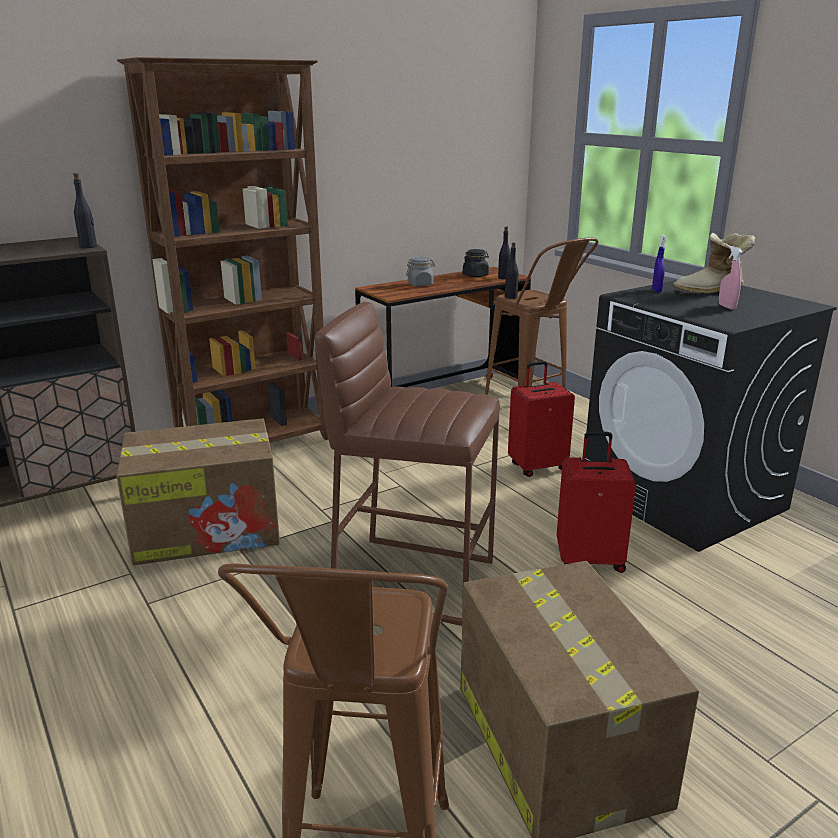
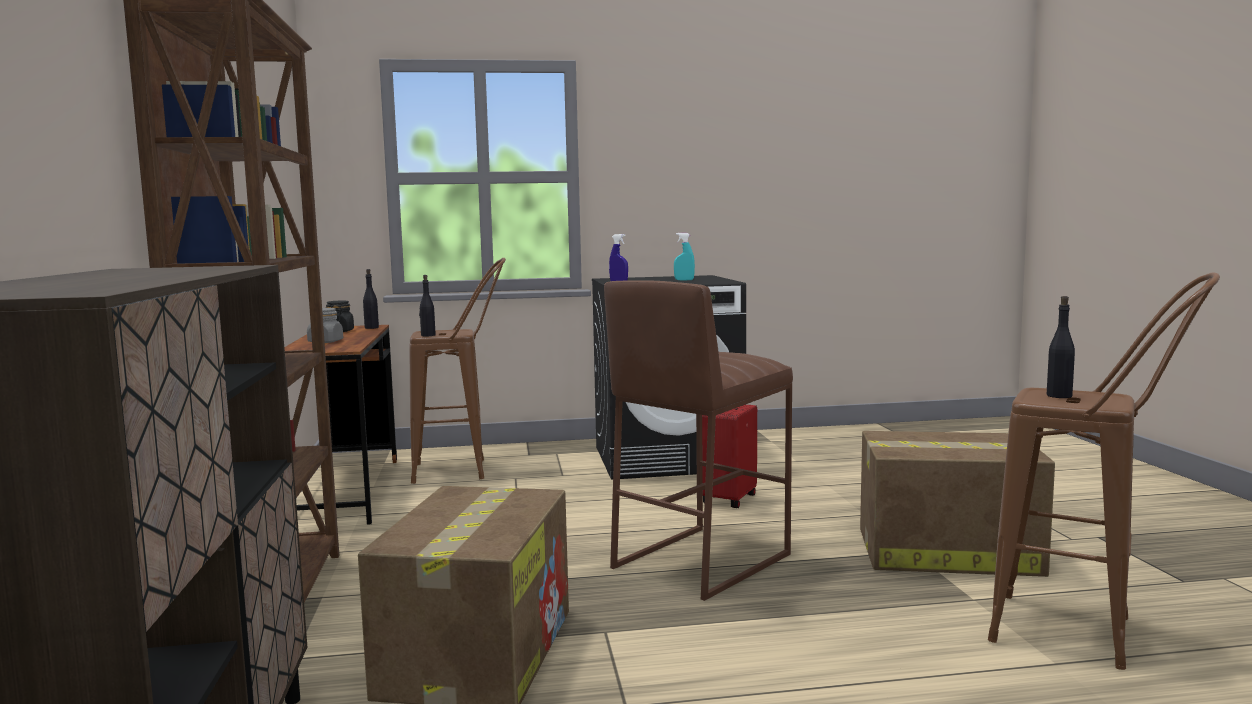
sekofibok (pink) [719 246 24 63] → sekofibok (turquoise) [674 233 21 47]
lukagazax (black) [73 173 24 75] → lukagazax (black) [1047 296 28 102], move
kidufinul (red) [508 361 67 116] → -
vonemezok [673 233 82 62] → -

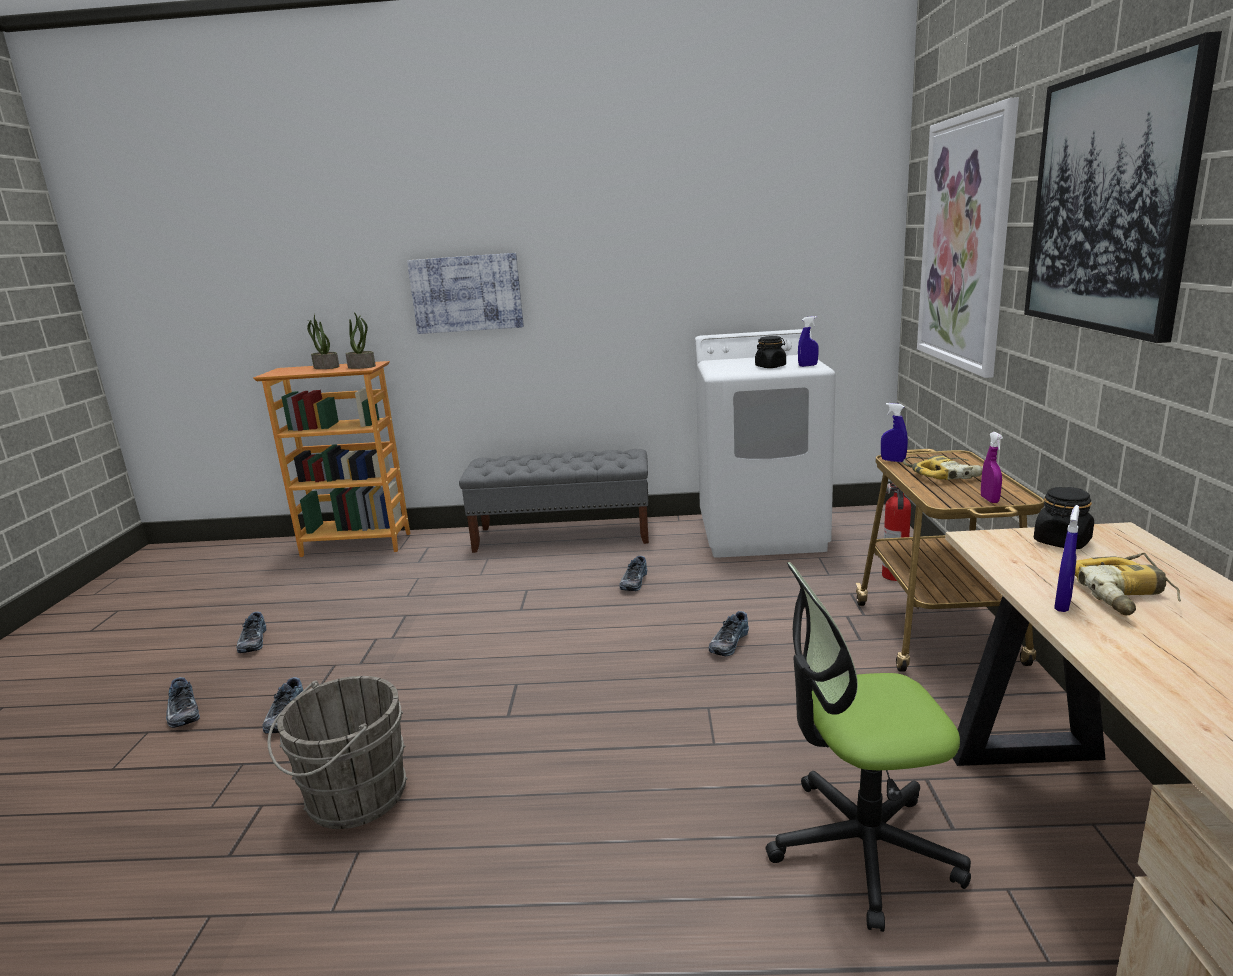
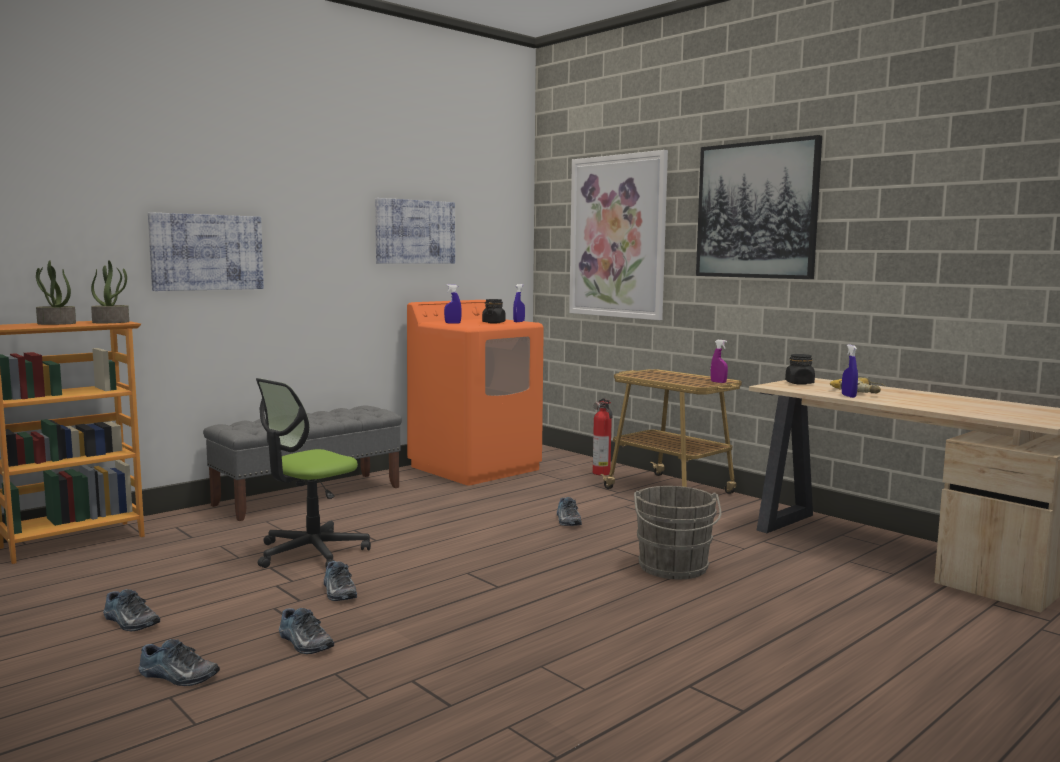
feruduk [765 562 206 370] → feruduk [256 378 115 190], move
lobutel [619 556 28 35] → lobutel [324 561 33 40], move
- → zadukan [375 198 80 66]
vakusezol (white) [695 329 141 229] → vakusezol (orange) [407 300 137 185]
sekofibok (blue) [881 403 27 59] → sekofibok (blue) [444 284 18 40], move
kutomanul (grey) [267 676 141 153] → kutomanul (grey) [634 486 88 93], move
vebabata [903 455 80 25] → -

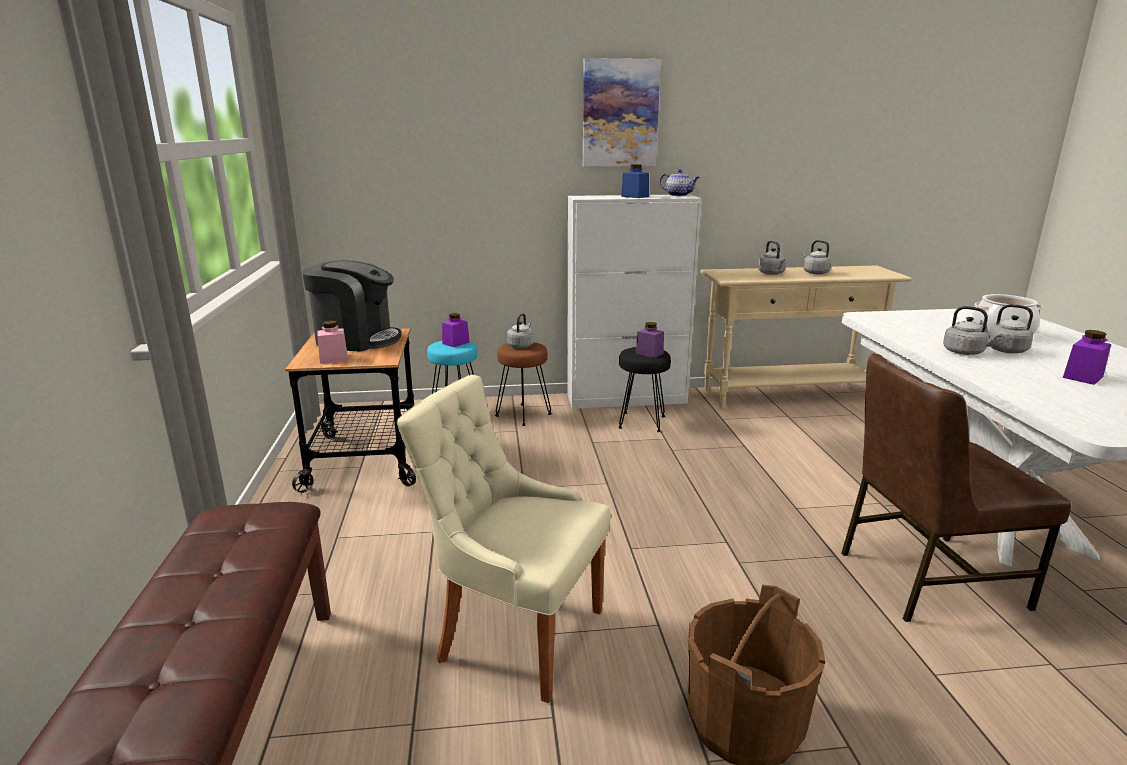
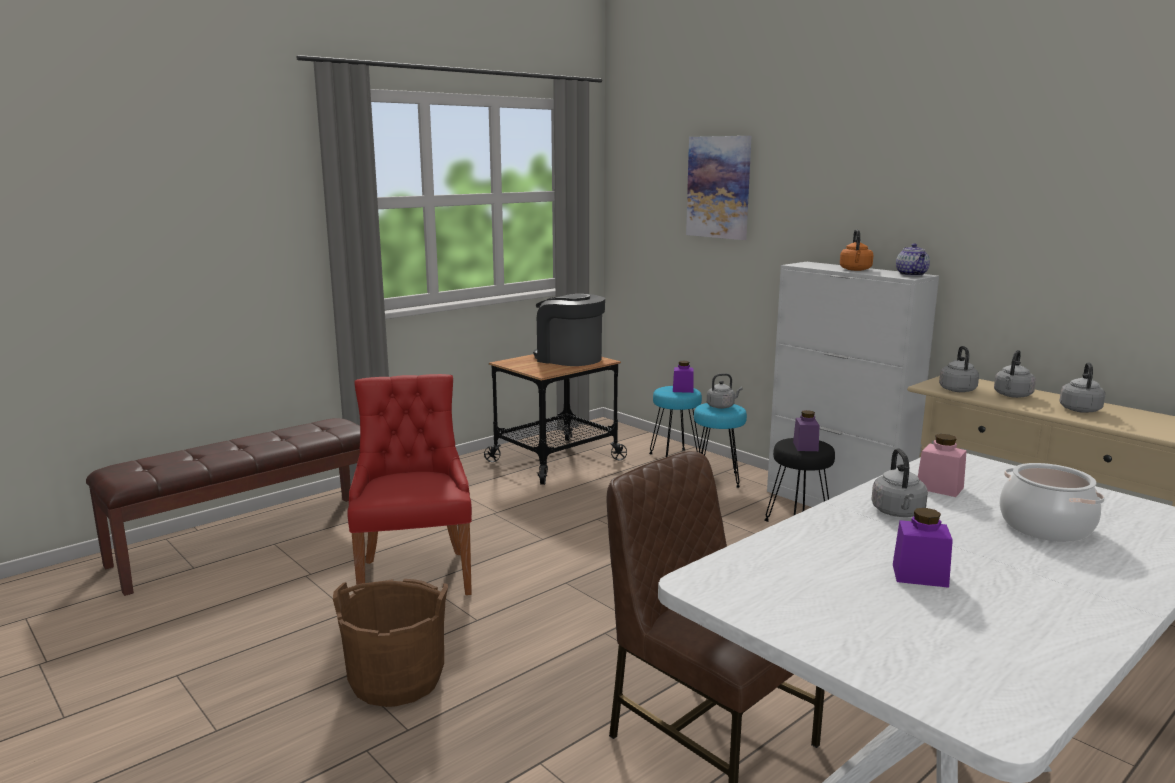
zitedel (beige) [397 375 214 328] → zitedel (red) [347 374 125 221]
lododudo [302 260 99 92] → lododudo [533 294 72 72], 150 degrees clockwise
zadukan [583 58 78 108] → zadukan [686 136 65 104], move
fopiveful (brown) [495 342 57 84] → fopiveful (turquoise) [694 403 53 85]
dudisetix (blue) [621 164 28 34] → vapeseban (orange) [840 229 33 42]
dudisetix (pink) [317 321 31 43] → dudisetix (pink) [918 434 49 63], move
vapeseban (grey) [980 304 53 49] → vapeseban (grey) [939 346 40 46], move

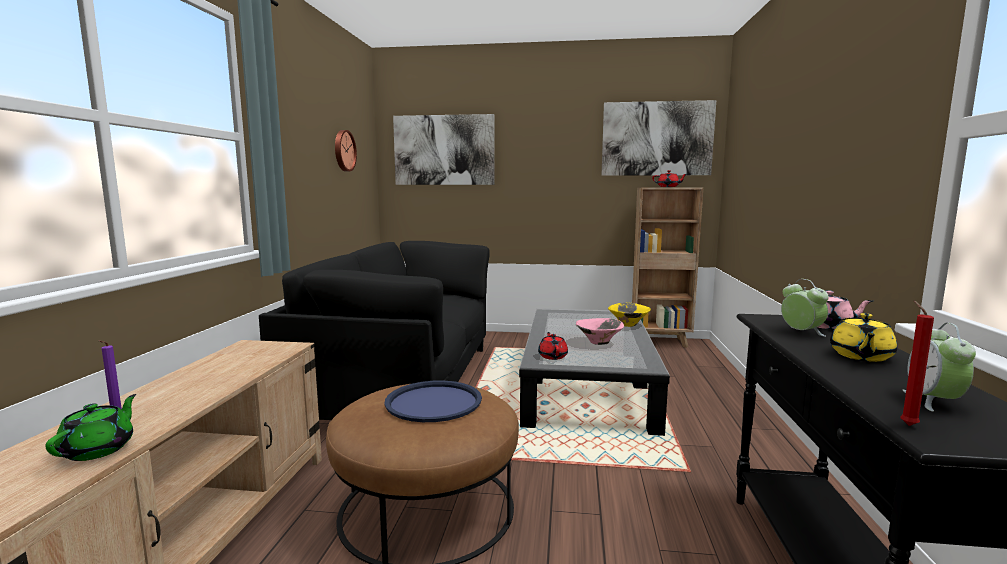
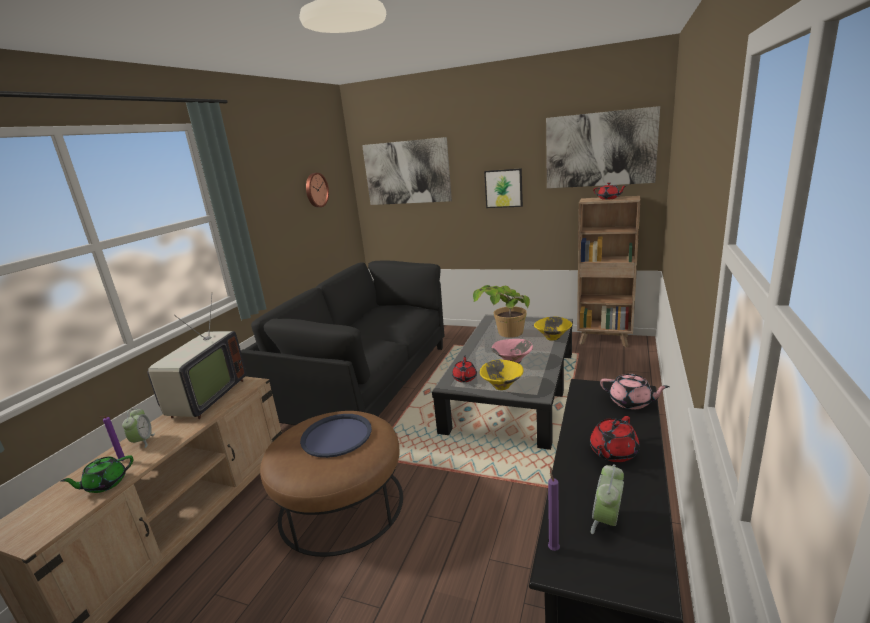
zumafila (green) [45 394 91 67] → zumafila (green) [60 455 73 38], 150 degrees counterclockwise
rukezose [781 279 48 58] → rukezose [122 408 33 40], move
- → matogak [148 296 98 123]
- → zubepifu [473 285 57 53]
- → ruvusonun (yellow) [480 360 43 30]
- → zadukan [484 168 39 40]
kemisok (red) [901 300 33 126] → kemisok (purple) [548 466 12 85]
zumafila (yellow) [830 313 67 49] → zumafila (red) [590 416 50 46]

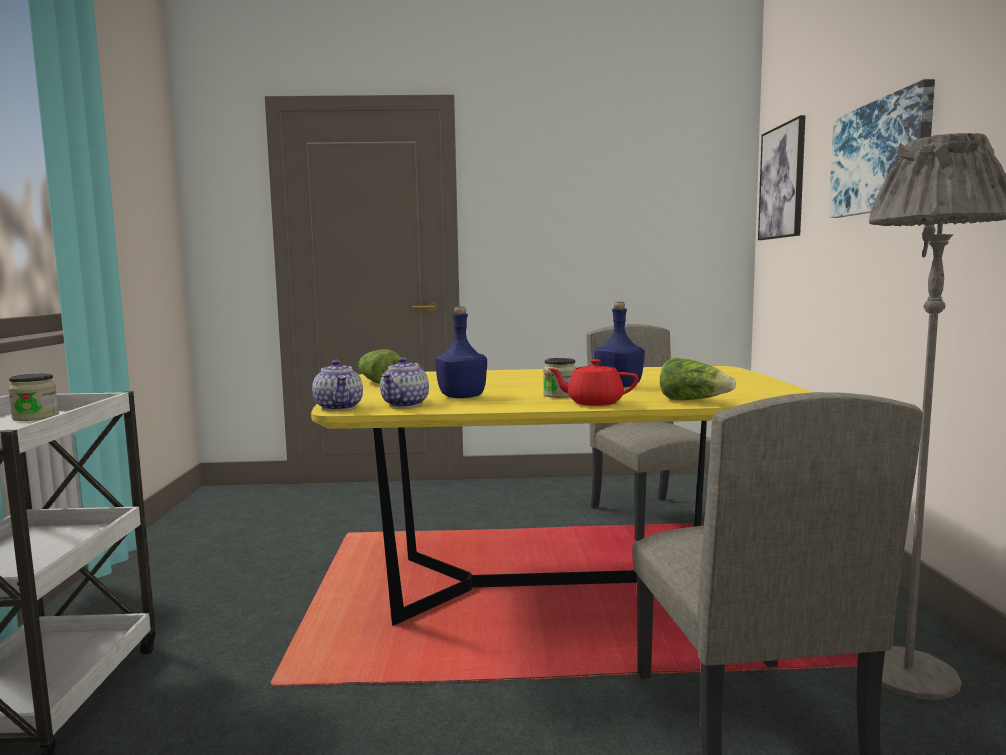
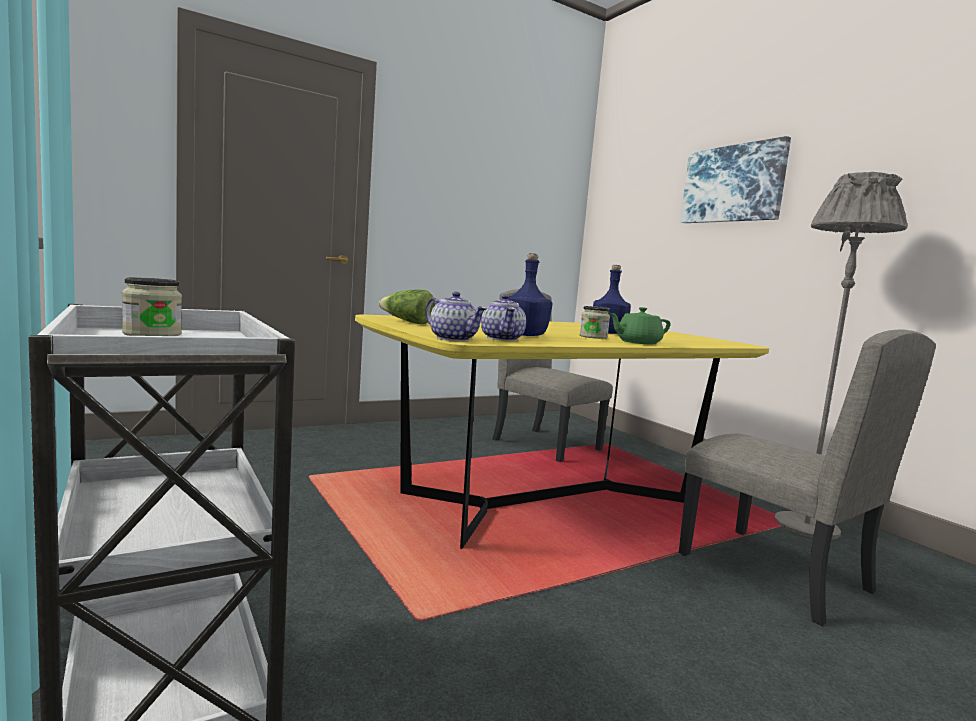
zumafila (red) [548 359 90 47] → zumafila (green) [609 307 62 38]
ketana [660 358 76 42] → -
zadukan [758 115 47 125] → -

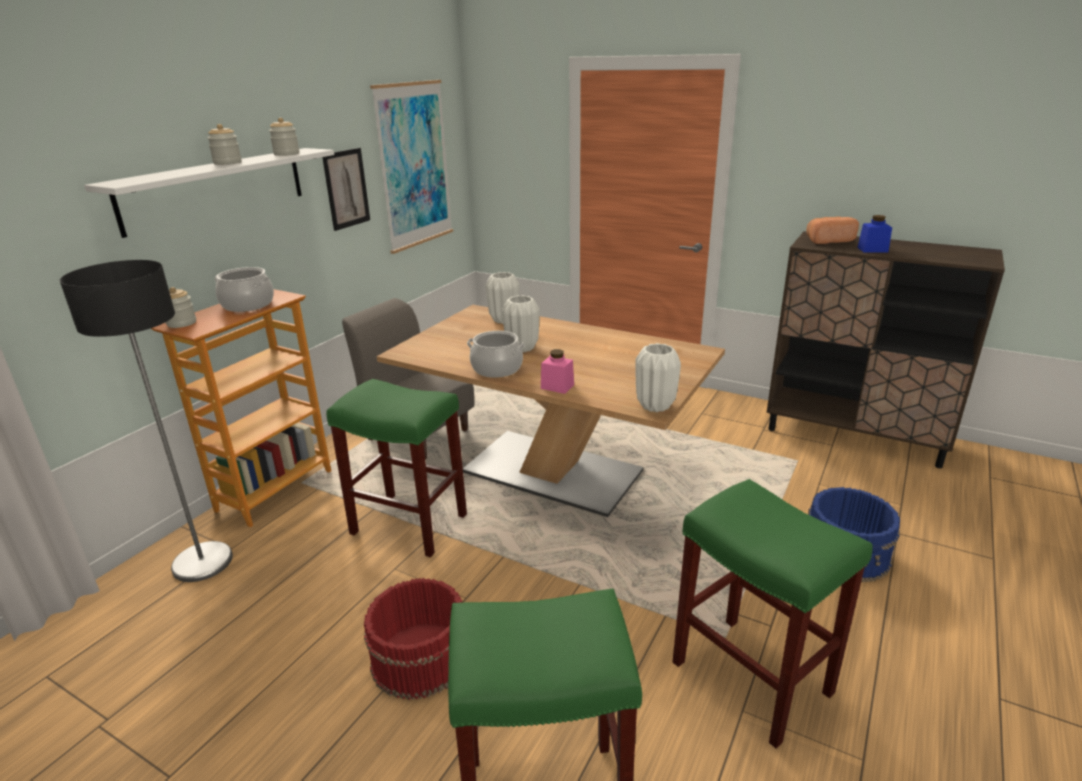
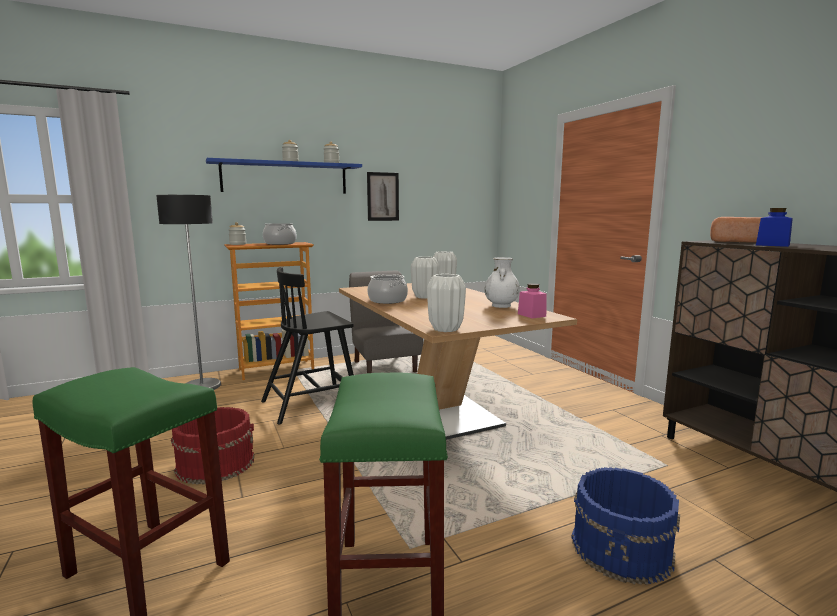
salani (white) [84 148 250 90] → salani (blue) [206 158 156 36]
fopiveful (green) [327 379 140 178] → zitedel (black) [261 267 93 158]
- → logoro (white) [485 257 35 51]
dudisetix (pink) [541 349 33 45] → dudisetix (pink) [518 283 28 36], move
zadukan [370 80 83 174] → -

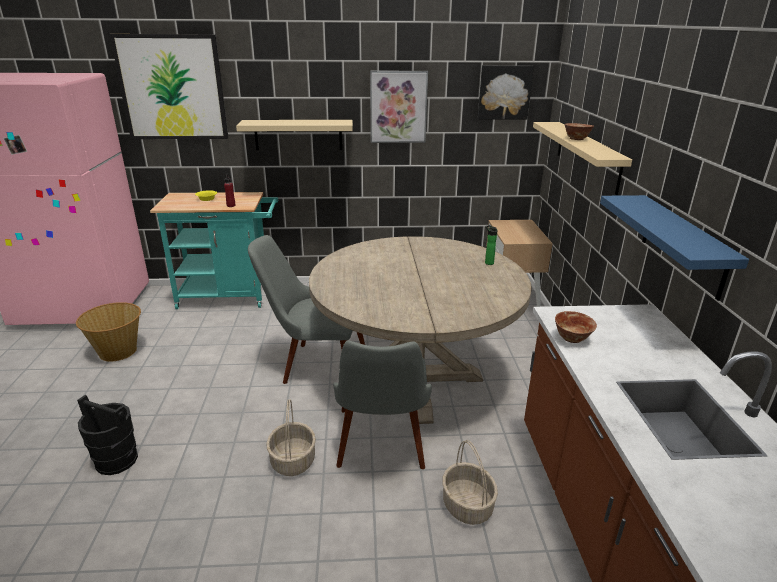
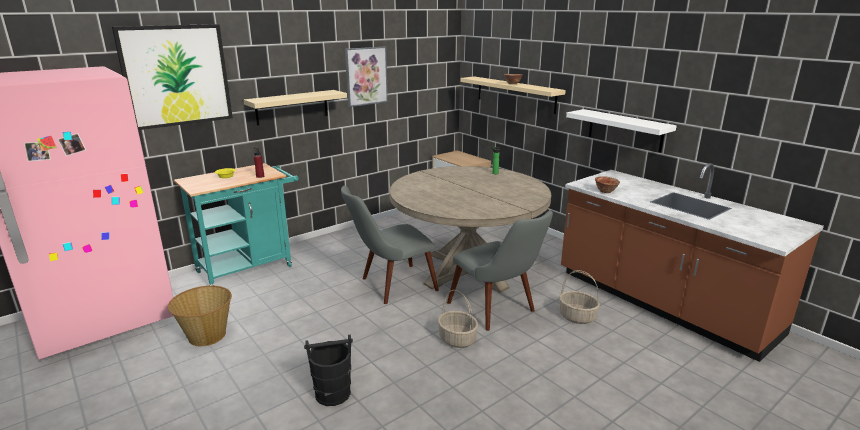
salani (blue) [600 195 149 106] → salani (white) [566 109 111 43]
zadukan [478 65 56 55] → -

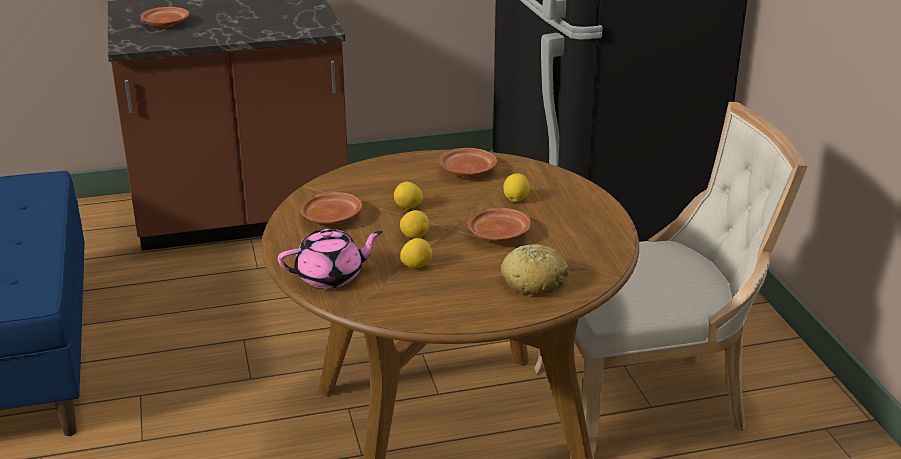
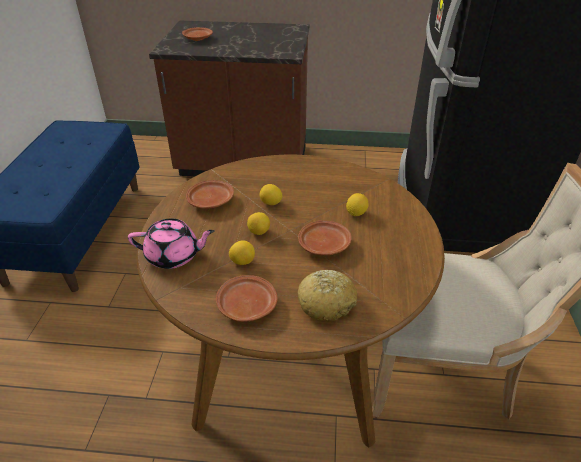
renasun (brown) [439 148 59 29] → renasun (brown) [216 275 62 47], move

